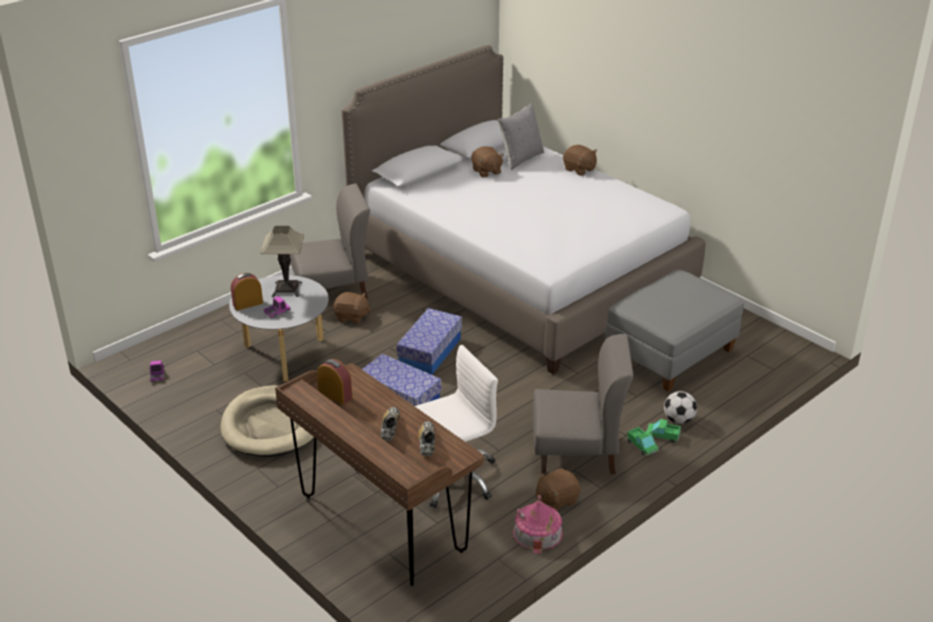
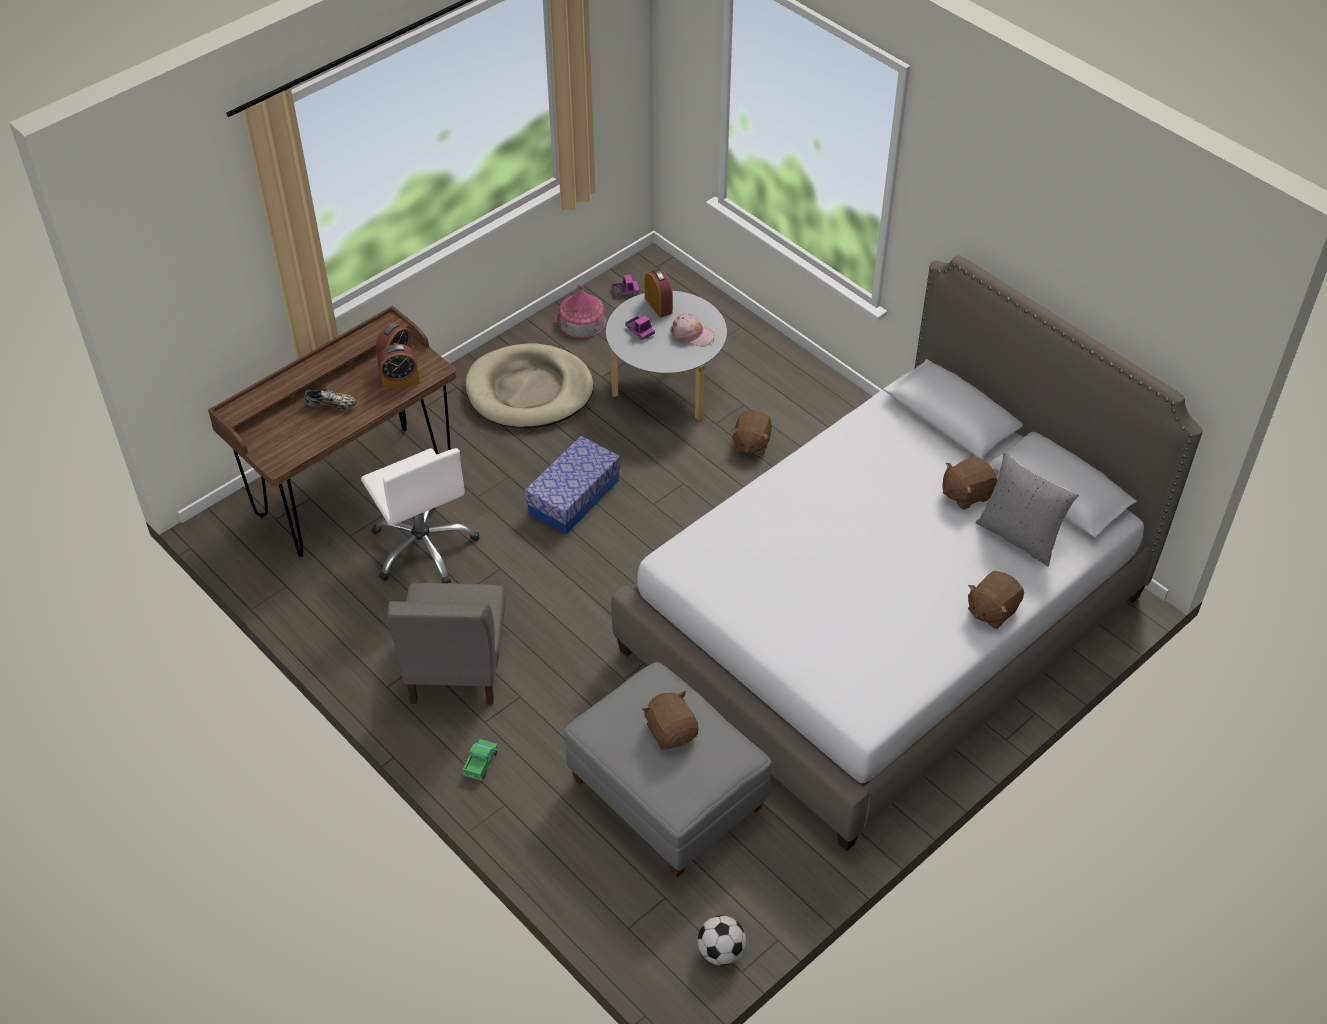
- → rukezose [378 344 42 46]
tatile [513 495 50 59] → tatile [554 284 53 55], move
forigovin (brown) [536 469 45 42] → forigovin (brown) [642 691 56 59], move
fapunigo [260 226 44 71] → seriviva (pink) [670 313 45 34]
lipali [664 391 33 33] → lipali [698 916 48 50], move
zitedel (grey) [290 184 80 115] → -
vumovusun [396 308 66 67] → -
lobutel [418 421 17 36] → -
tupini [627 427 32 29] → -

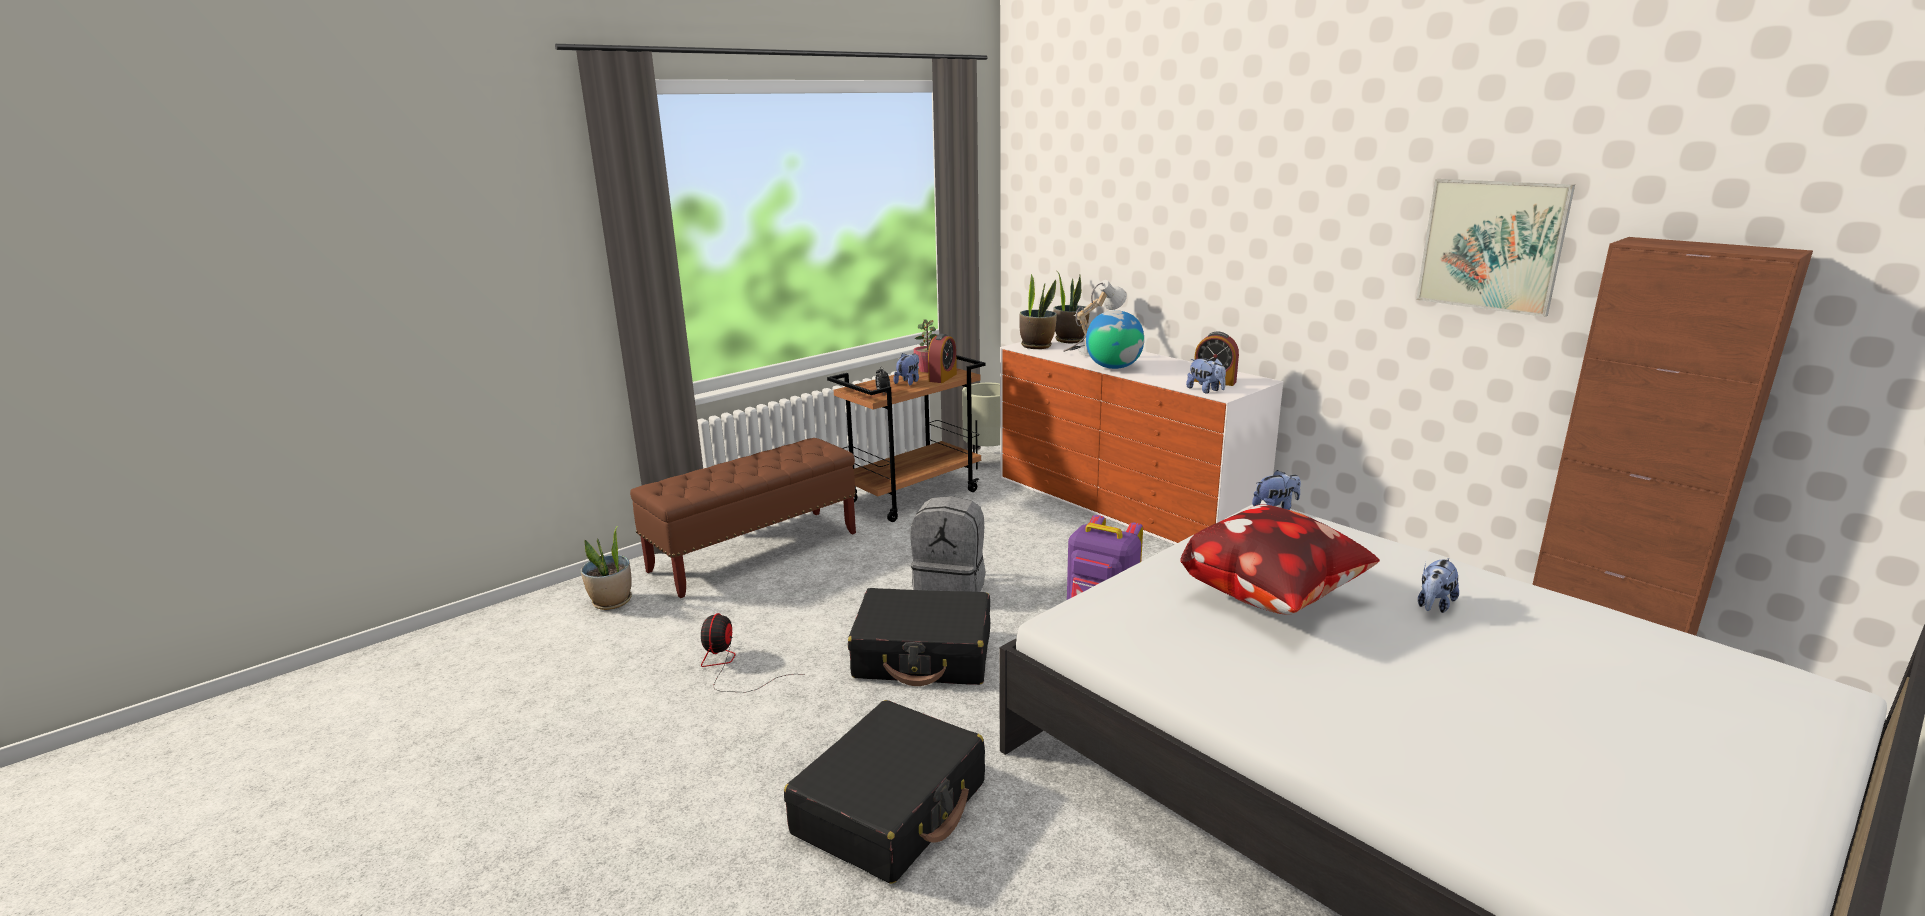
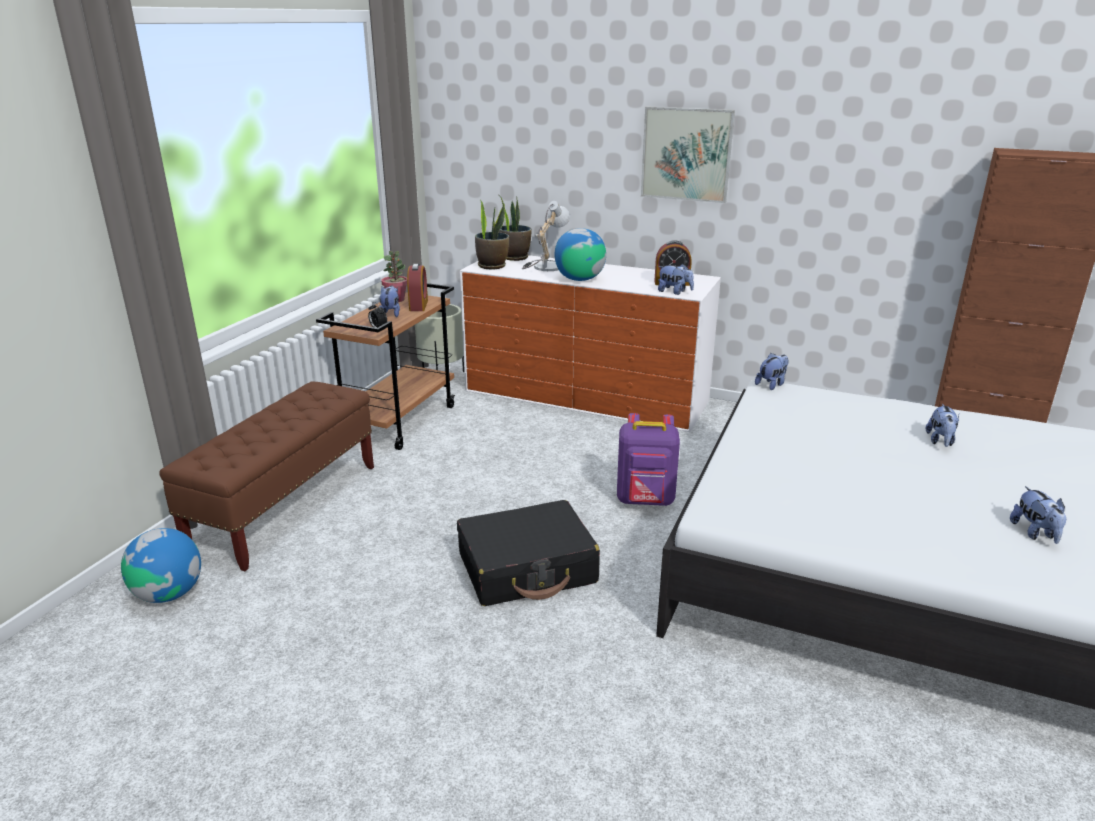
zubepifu [581 526 51 84] → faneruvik [121 528 80 75]
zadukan [1416 179 159 138] → zadukan [641 106 94 97], move
- → forigovin [1010 486 56 58]
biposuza [701 613 104 79] → -
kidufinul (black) [784 700 201 184] → -
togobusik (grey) [910 496 75 96] → -
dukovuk [1180 504 200 111] → -

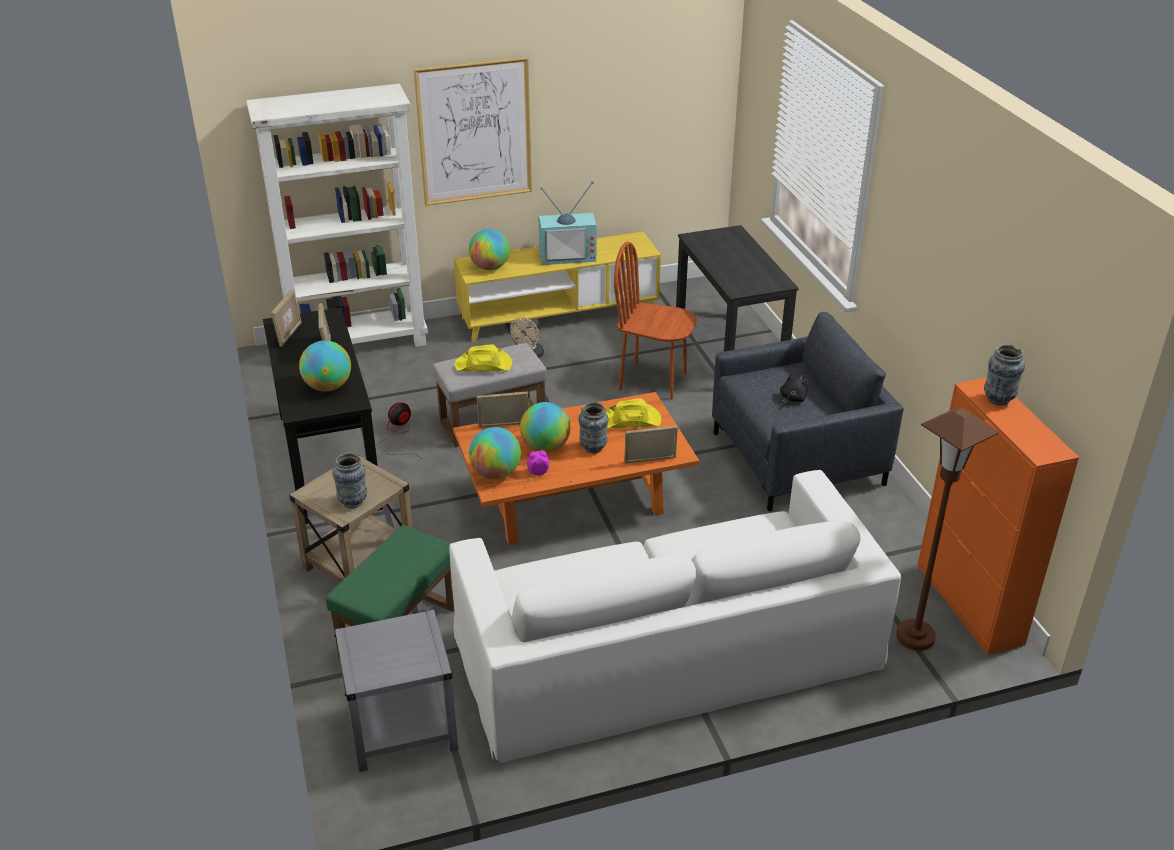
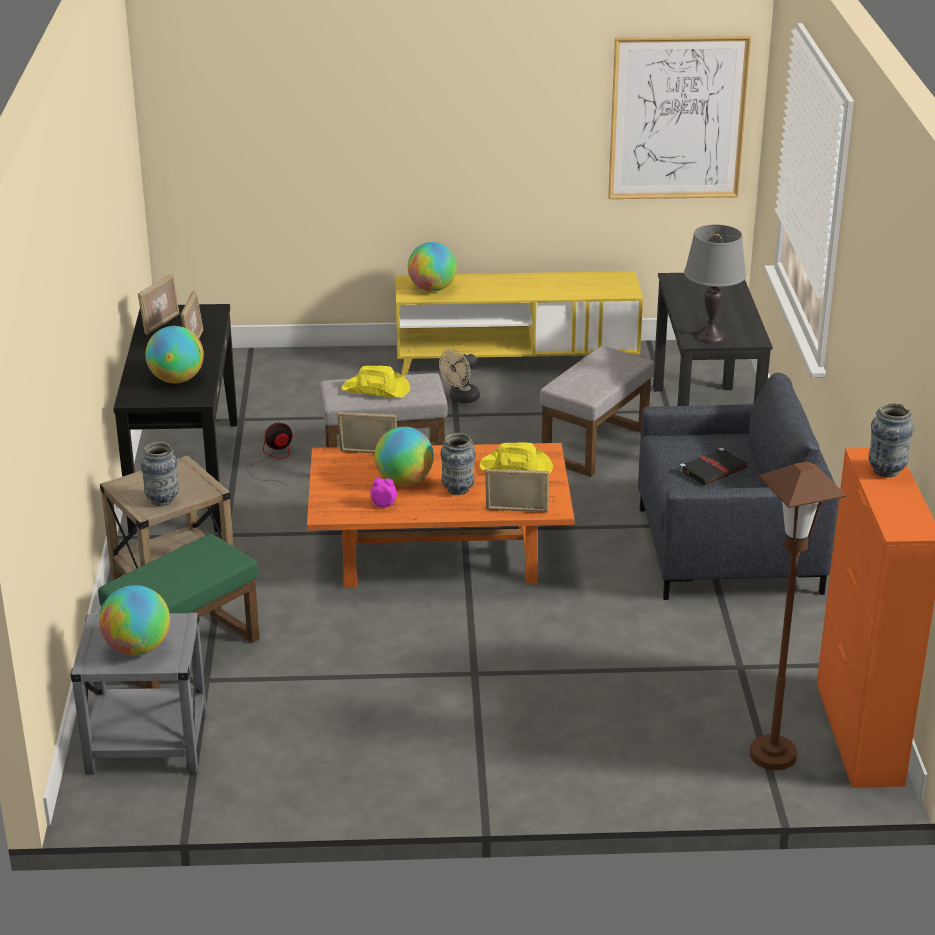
faneruvik [469 427 52 52] → faneruvik [99 585 71 70], move
zitedel (brown) [614 242 83 158] → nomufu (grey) [540 346 115 131]
zadukan [414 57 118 149] → zadukan [608 36 143 163], move
forigovin (black) [780 373 28 35] → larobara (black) [679 448 69 37]
- → fapunigo (grey) [684 225 62 118]
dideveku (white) [246 84 182 263] → -
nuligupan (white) [449 470 452 293] → -
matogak [539 181 58 84] → -

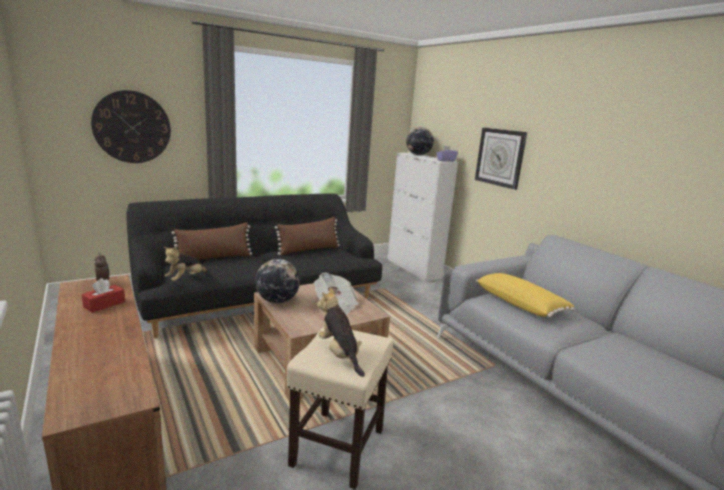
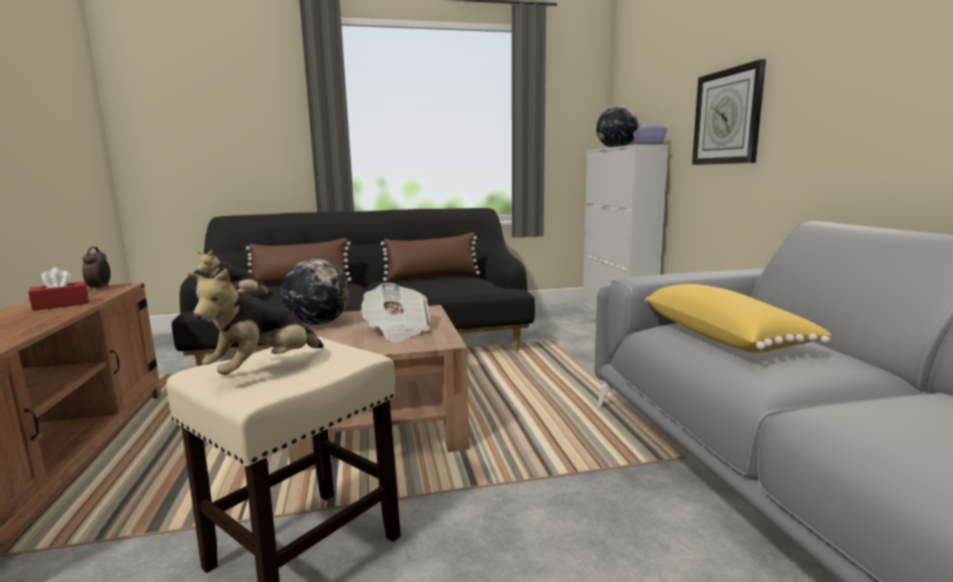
forigovin [317 287 48 90] → forigovin [187 268 137 107], 135 degrees counterclockwise
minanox [91 90 80 73] → -

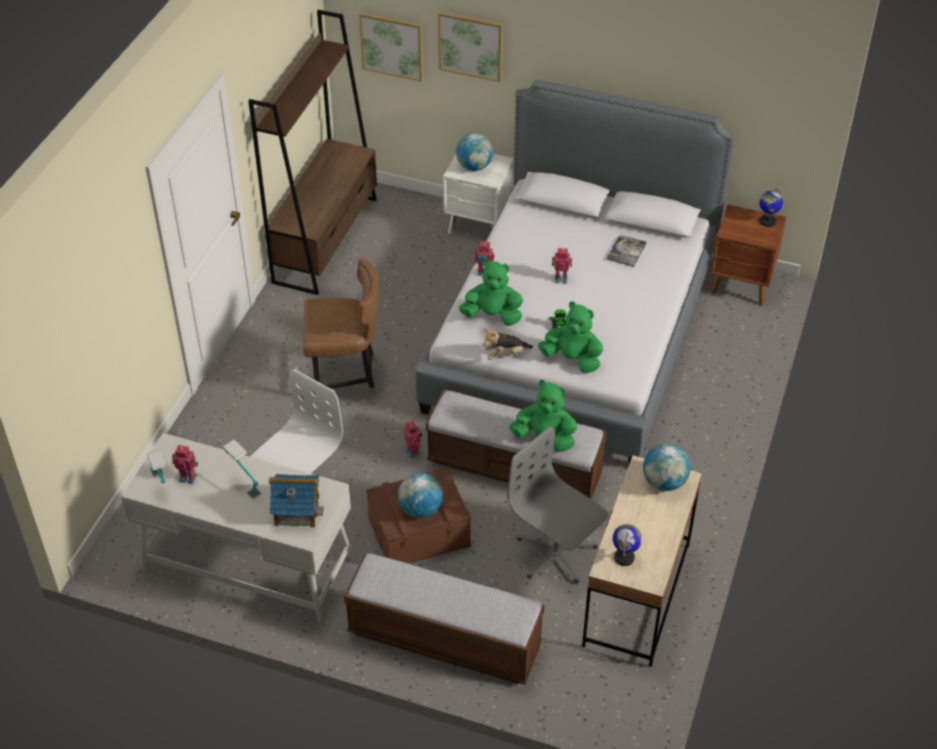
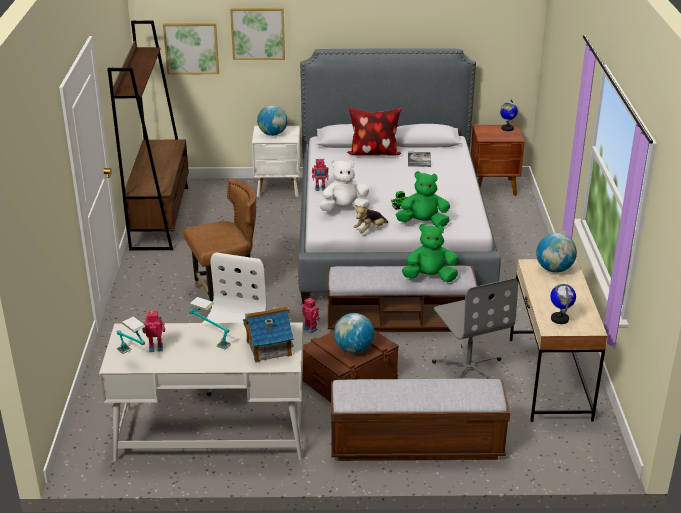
forigovin (green) [459 259 64 67] → forigovin (white) [319 160 51 51]
- → dukovuk [347 107 55 49]
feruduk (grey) [507 427 101 157] → feruduk (grey) [432 278 86 101], 135 degrees counterclockwise
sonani [552 248 20 36] → -

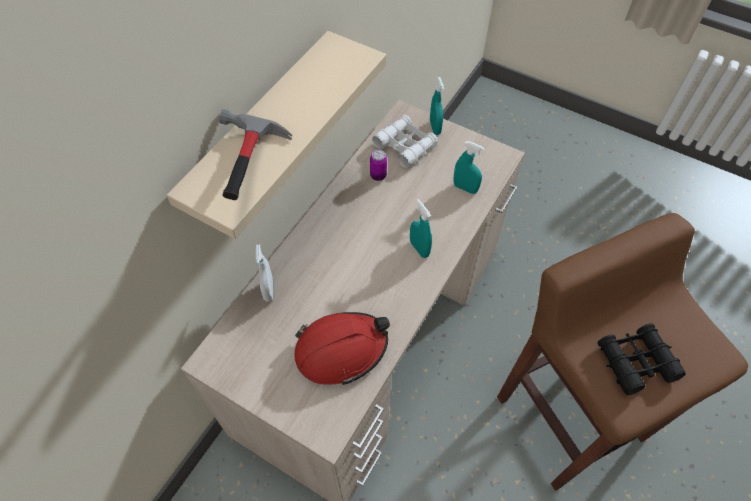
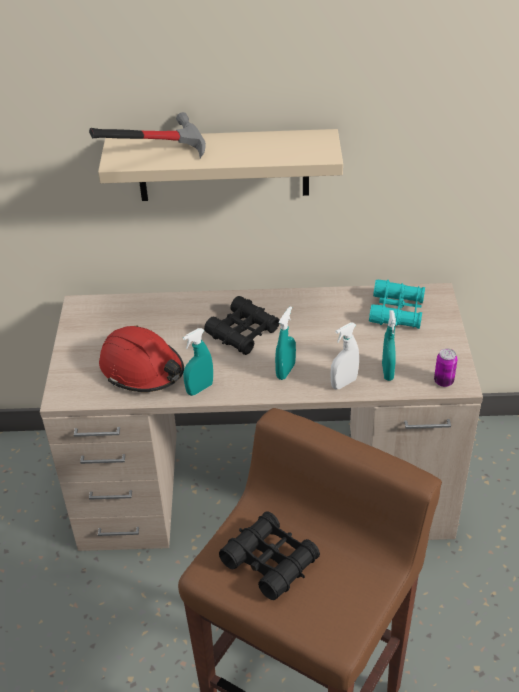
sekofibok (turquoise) [430 77 14 58] → sekofibok (turquoise) [183 328 30 68], move
- → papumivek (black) [204 296 76 59]
sekofibok (white) [255 245 18 57] → sekofibok (white) [330 322 29 67], move
papumivek (white) [372 115 66 53] → papumivek (turquoise) [369 280 56 49]
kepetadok [370 150 17 31] → kepetadok [434 348 24 39], move

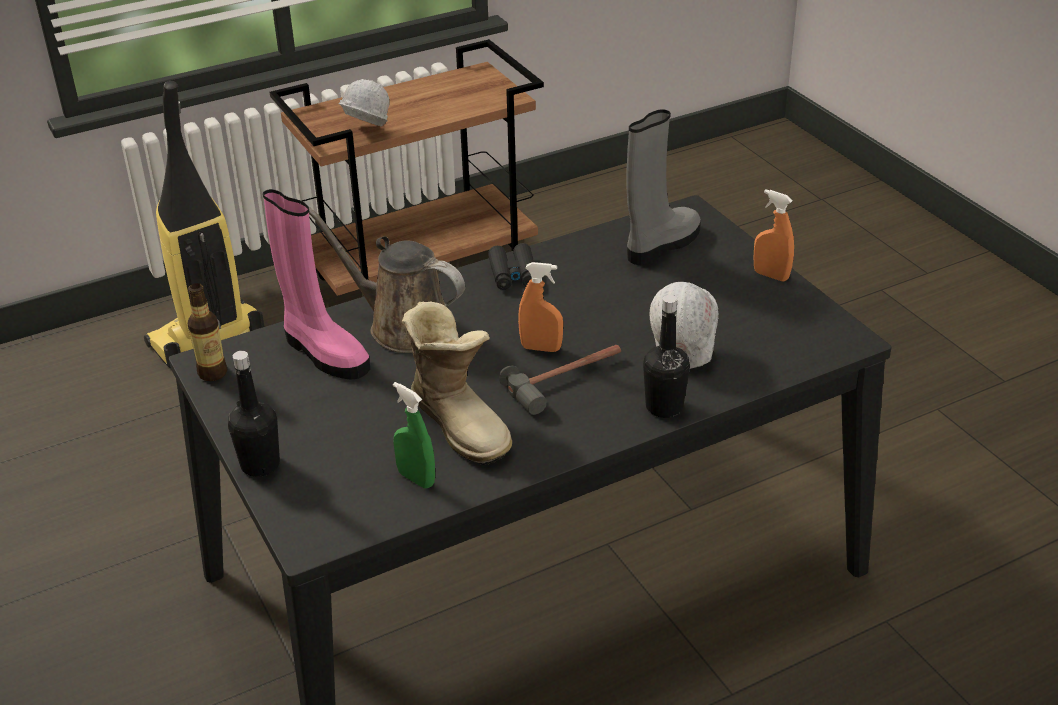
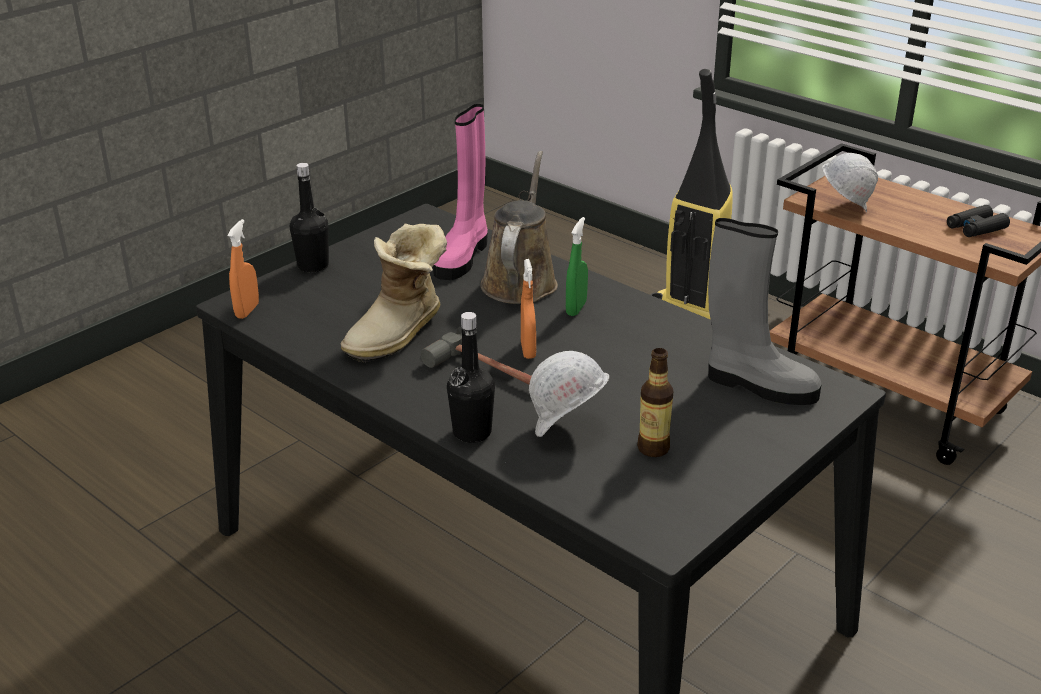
sekofibok (orange) [754 189 40 92] → sekofibok (orange) [227 219 32 100], move
sekofibok (green) [393 382 42 106] → sekofibok (green) [566 217 22 99], move
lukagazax [187 283 40 98] → lukagazax [637 348 36 109], move
papumivek (black) [488 243 46 47] → papumivek (black) [947 205 63 32], move

